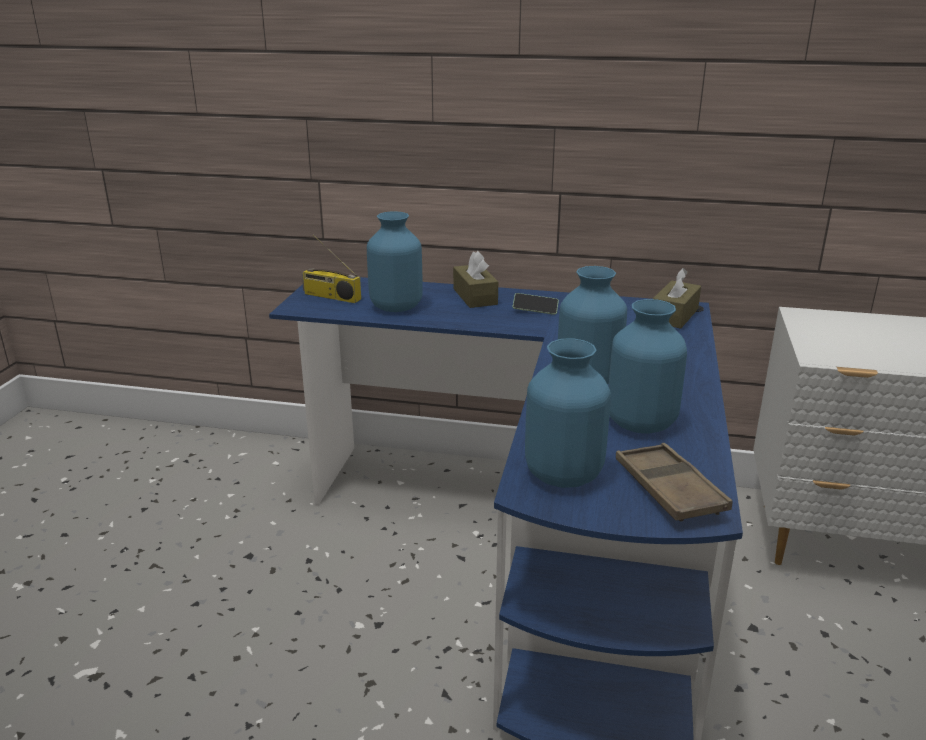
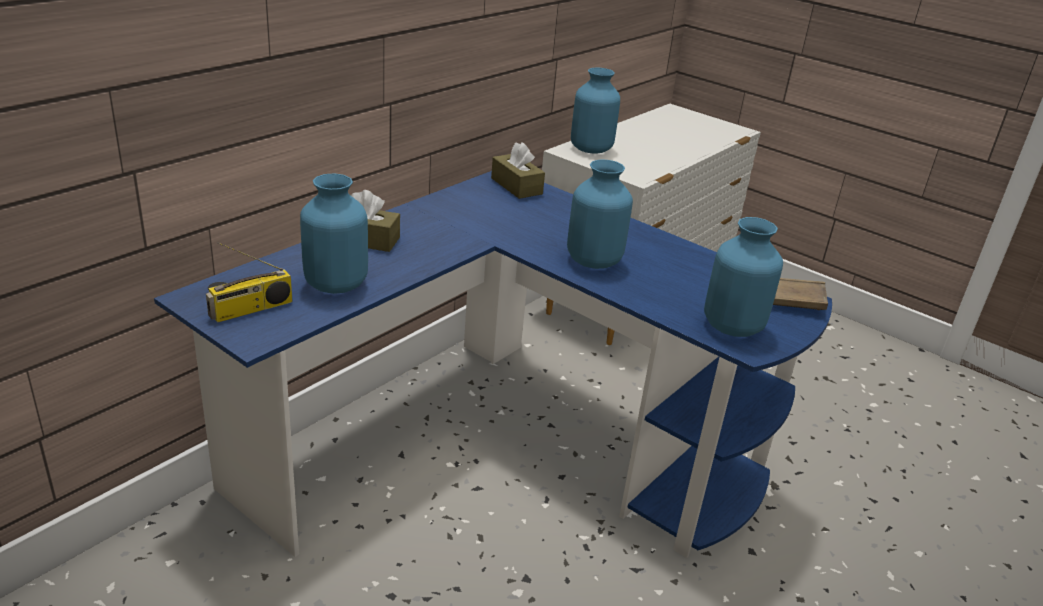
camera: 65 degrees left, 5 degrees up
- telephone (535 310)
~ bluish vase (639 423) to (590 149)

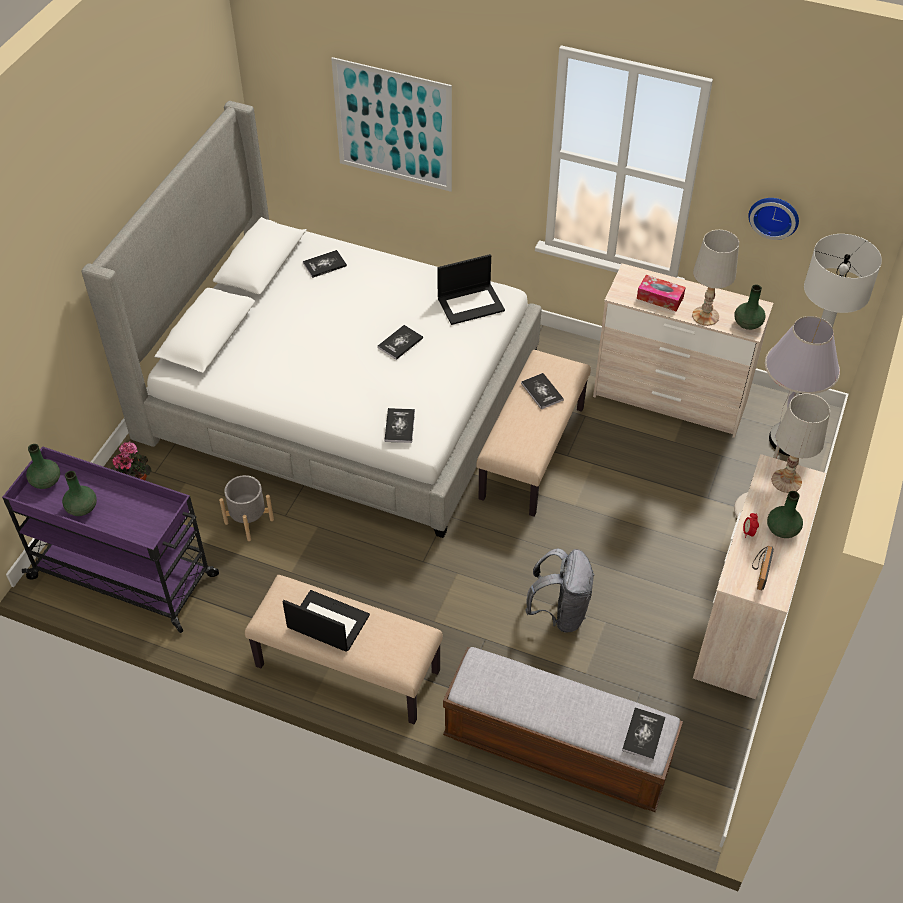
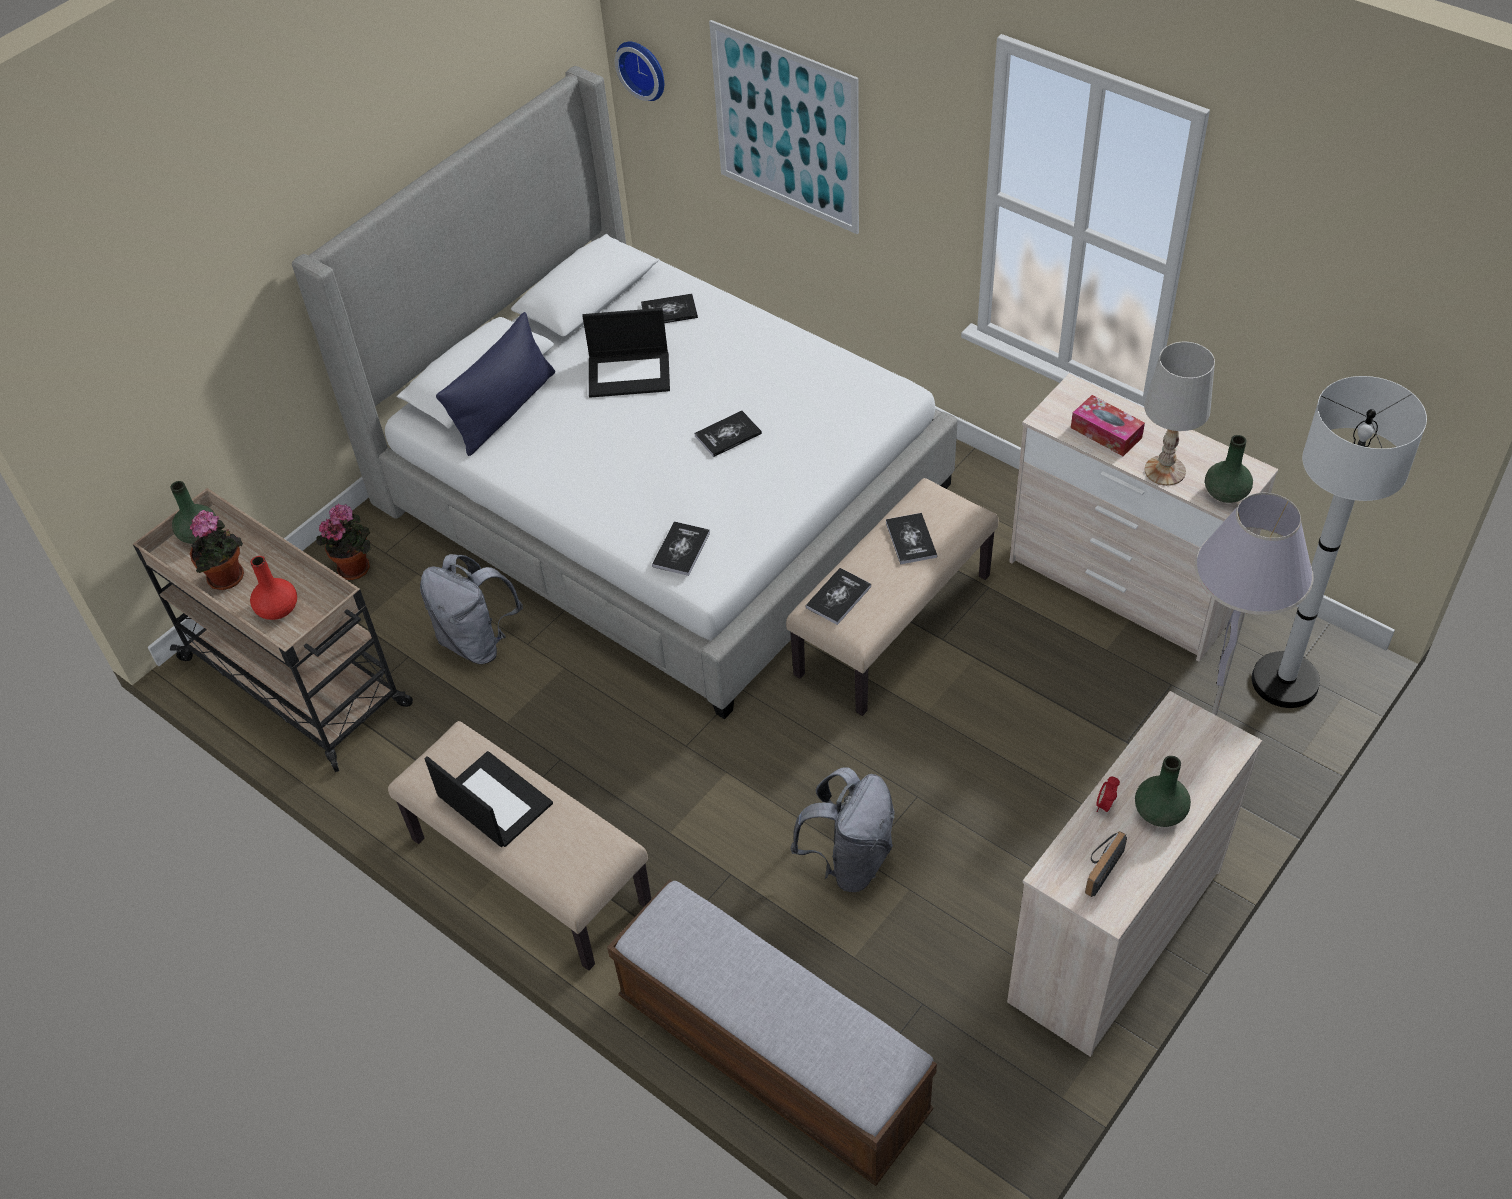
camera: 20 degrees right, 0 degrees up
~ clock on the wall (774 215) to (643 68)
~ notebook computer (471 304) to (630 373)
- white-coloured tabletop lamp (786 481)
~ purple-coloured cart (126 577) to beige-coloured cart (297 683)
~ greenish vase (82 508) to plant in a pot (229 578)
~ gray planter (249 521) to gray knapsack (478 641)
~ volume (643 734) to (838 597)
+ bluish cushion (505 410)
+ reddish vase (278 609)

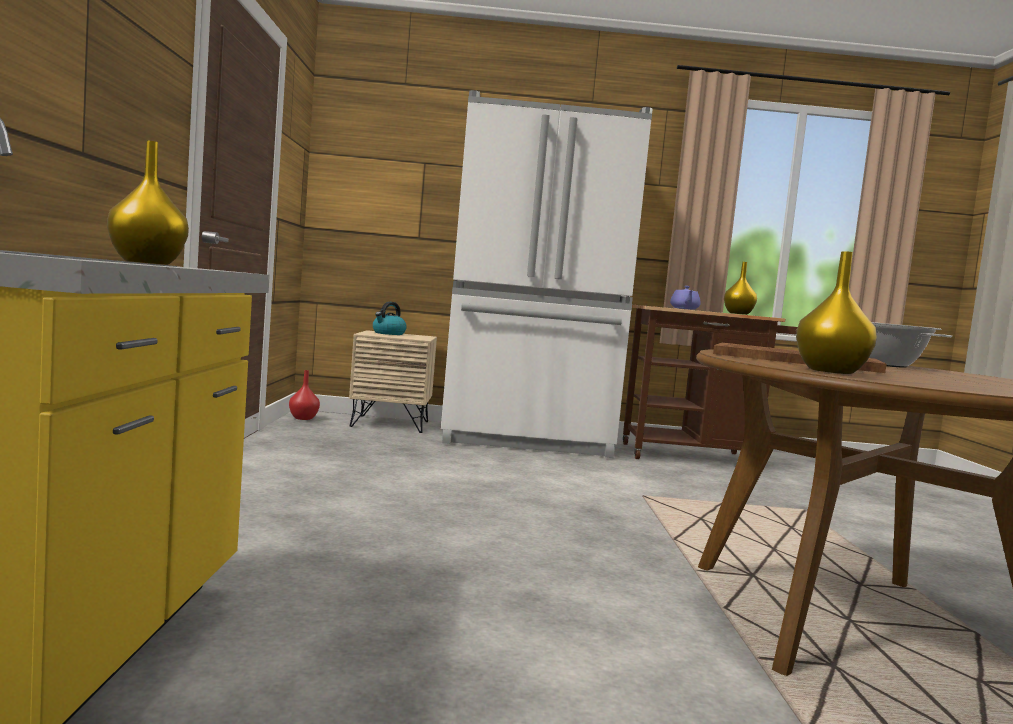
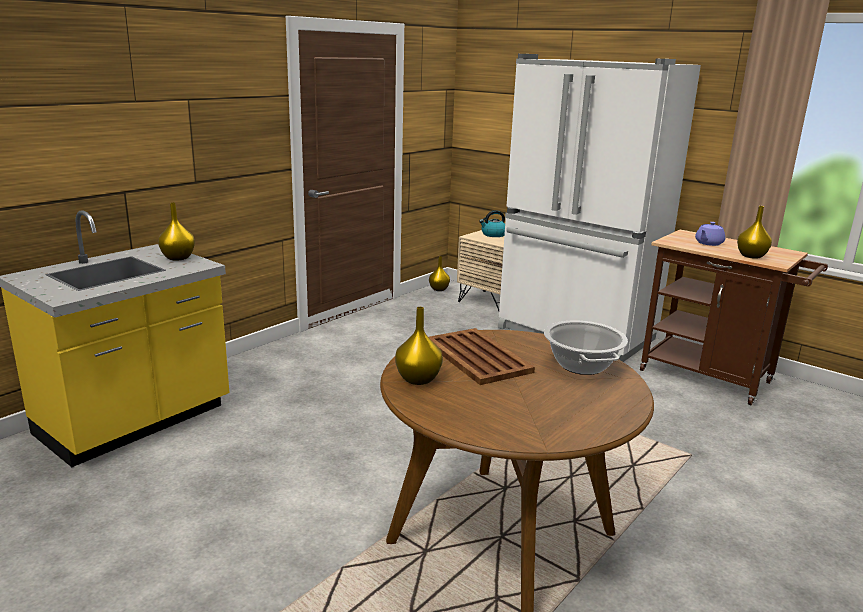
camera: 40 degrees right, 15 degrees up
~ reddish vase (303 418) to yellowish vase (439 289)

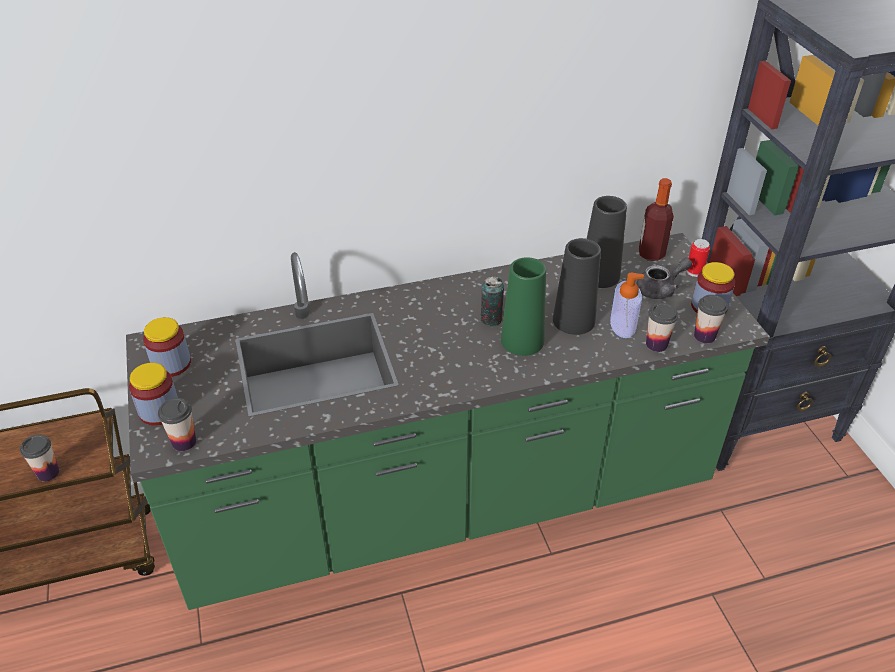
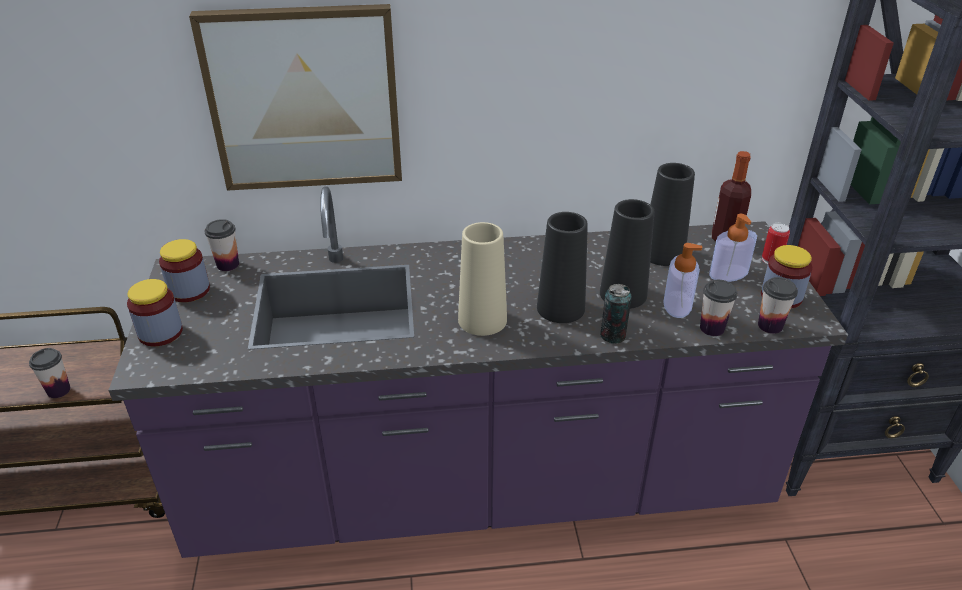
camera: 10 degrees right, 5 degrees down
~ greenish kitchen counter (447 504) to purple-coloured kitchen counter (481 490)
~ greenish vase (522 340) to blackish vase (560 308)
~ gray pot for tea (660 289) to soap dispenser (728 273)
~ metal can (491 319) to (613 336)
~ cup (184 442) to (228 264)
+ picture (304 99)
+ beige-coloured vase (482 320)

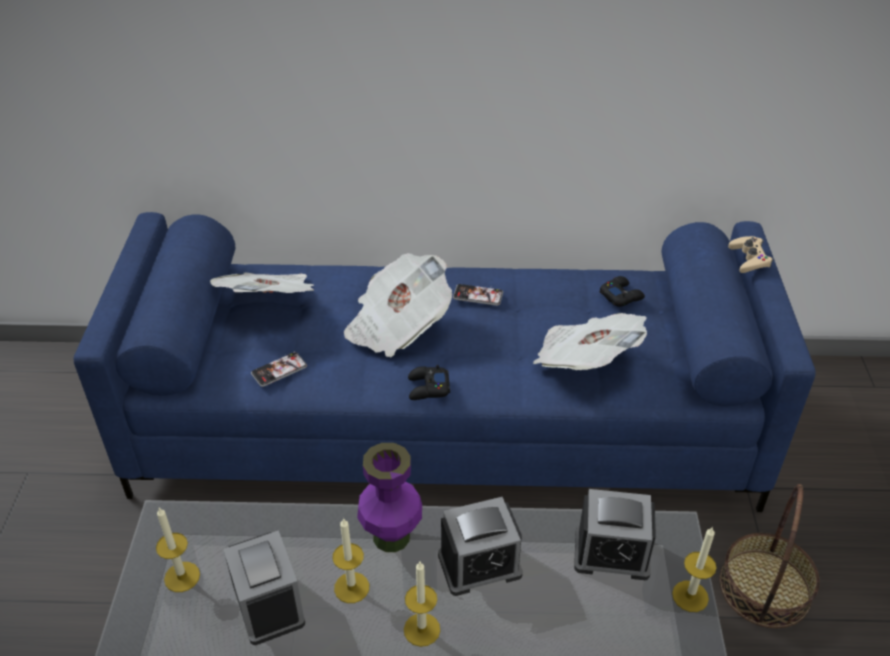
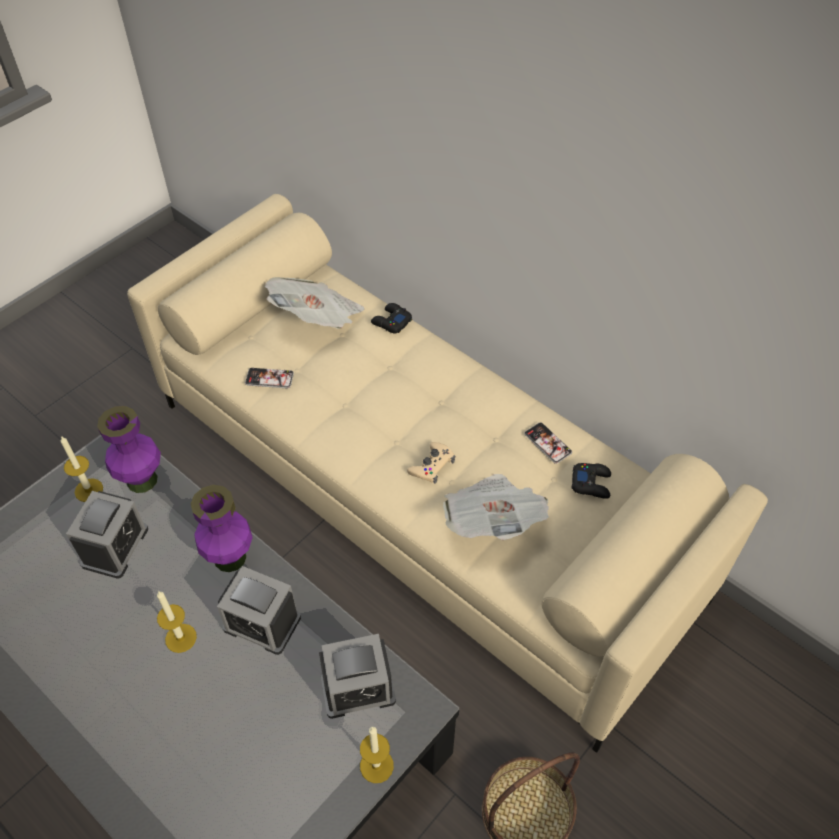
camera: 40 degrees right, 10 degrees up
~ bluish sofa (447 425) to beige-coloured sofa (422 496)
~ beige-coloured gamepad (749 259) to (432 466)
- newspaper (397 326)
~ telephone (478 295) to (547 443)
~ blackish gamepad (428 388) to (391 322)
~ bedside clock (611 554) = (358 688) 60 degrees counterclockwise
- candle (351 587)
+ purple-coloured vase (142 479)

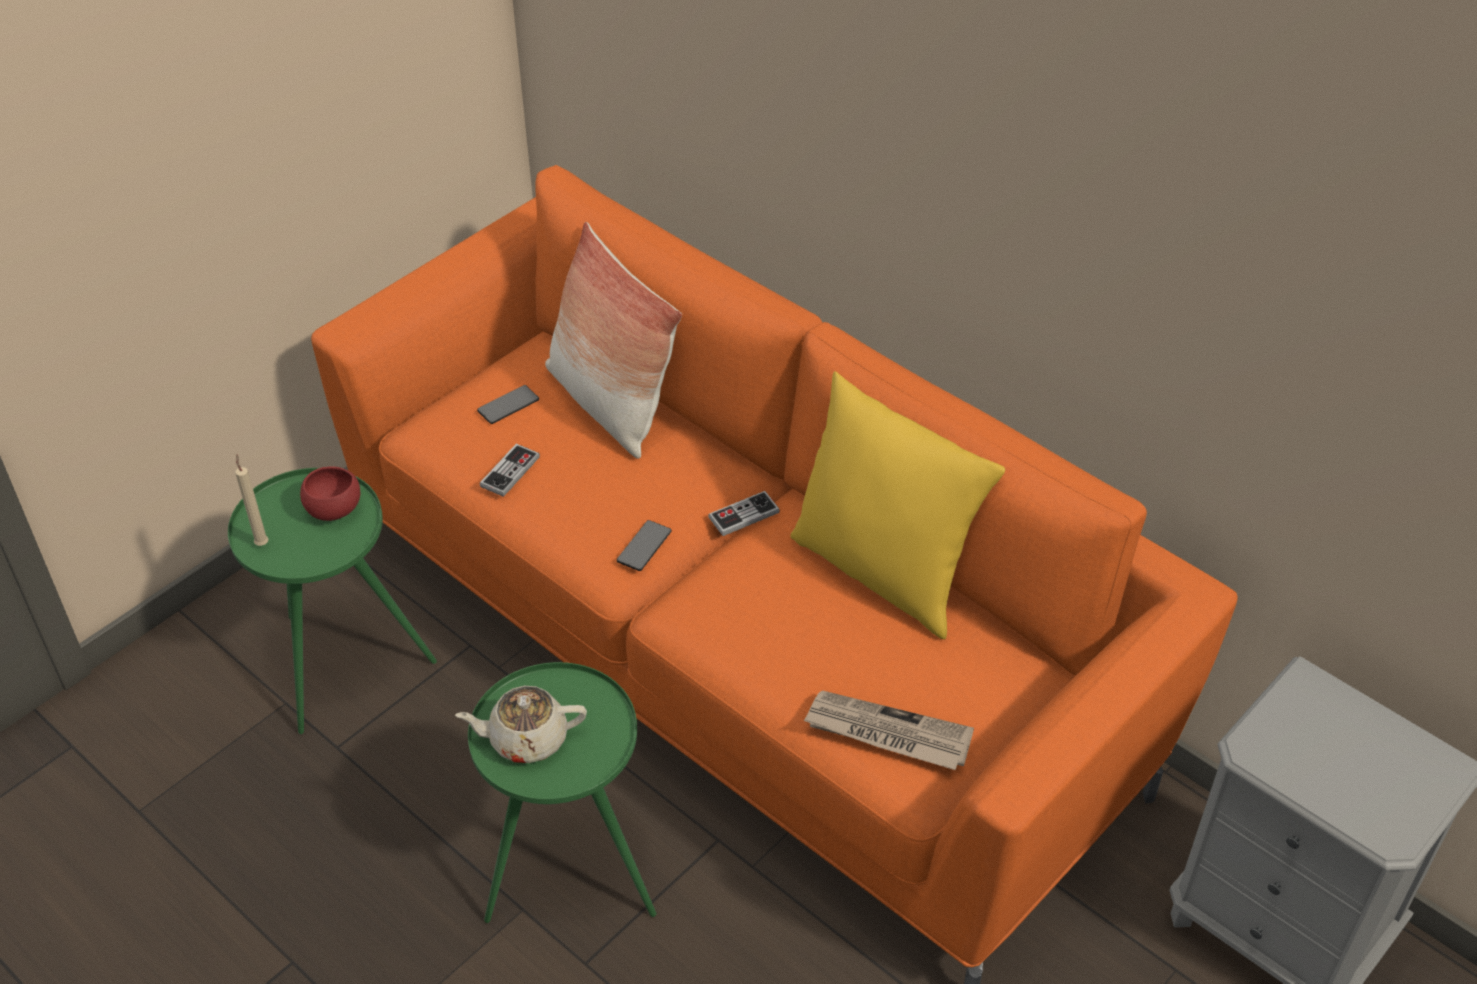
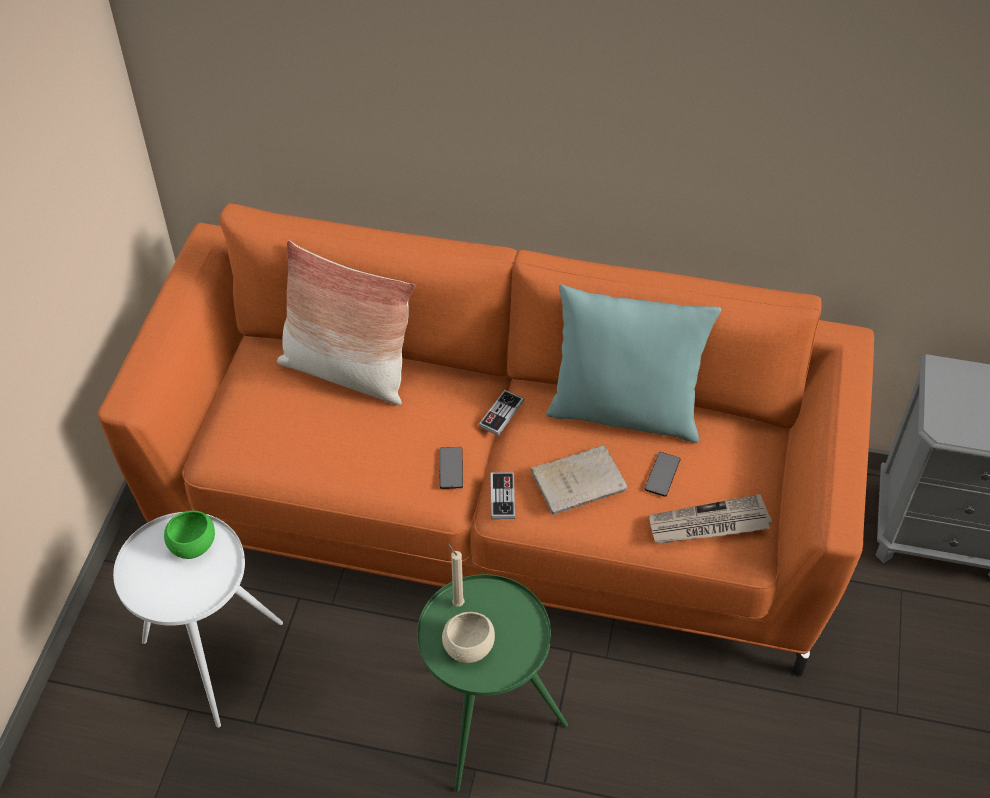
camera: 30 degrees left, 5 degrees up
~ yellowish cushion (883 571) to turquoise cushion (624 412)
~ telephone (508 405) to (662 475)
~ gamepad (510 472) to (502 496)
~ beige-coloured candle (262 542) to (456 602)
~ reddish bowl (334 510) to greenish bowl (193 546)
~ greenish end table (341 662) to white-coloured end table (210 658)
~ beige-coloured pot for tea (526 738) to beige-coloured bowl (469 648)
+ beige-coloured volume (581 481)

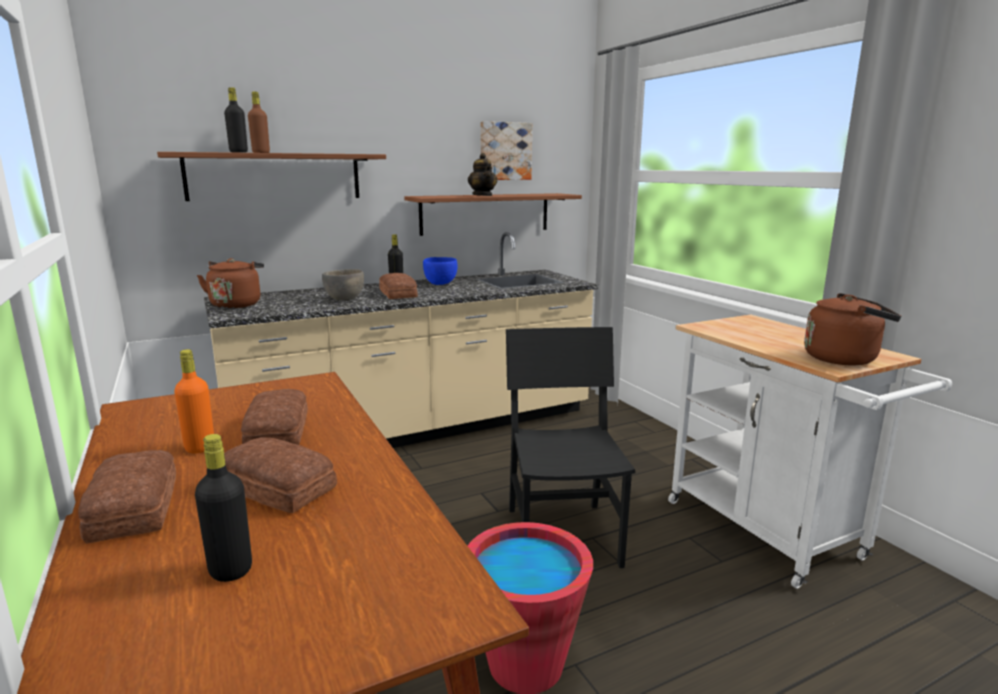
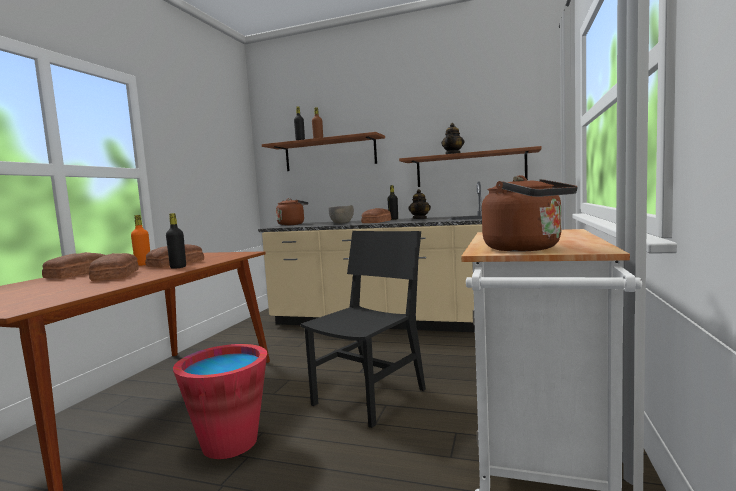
camera: 45 degrees right, 10 degrees down
- picture (505 151)
~ bluish bowl (440 283) to pot for tea (420 218)
~ blackish beverage bottle (230 570) to (178 267)

